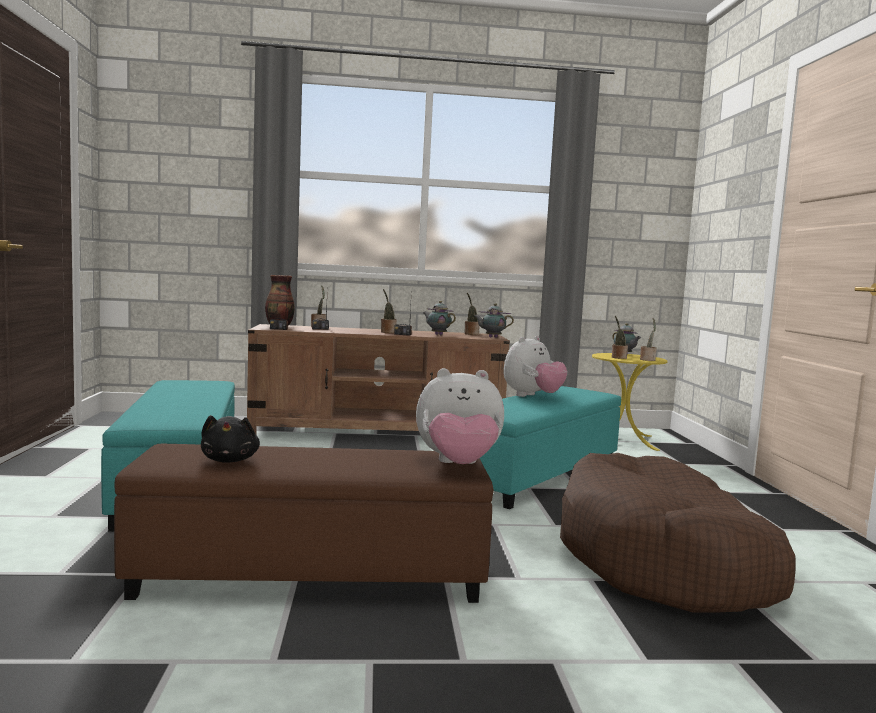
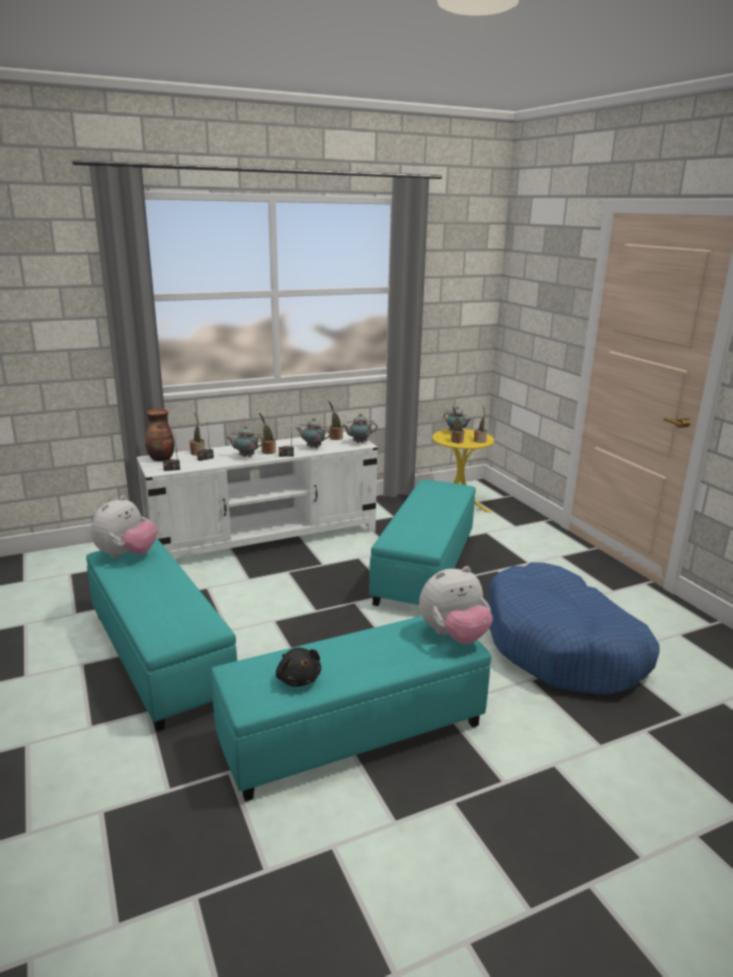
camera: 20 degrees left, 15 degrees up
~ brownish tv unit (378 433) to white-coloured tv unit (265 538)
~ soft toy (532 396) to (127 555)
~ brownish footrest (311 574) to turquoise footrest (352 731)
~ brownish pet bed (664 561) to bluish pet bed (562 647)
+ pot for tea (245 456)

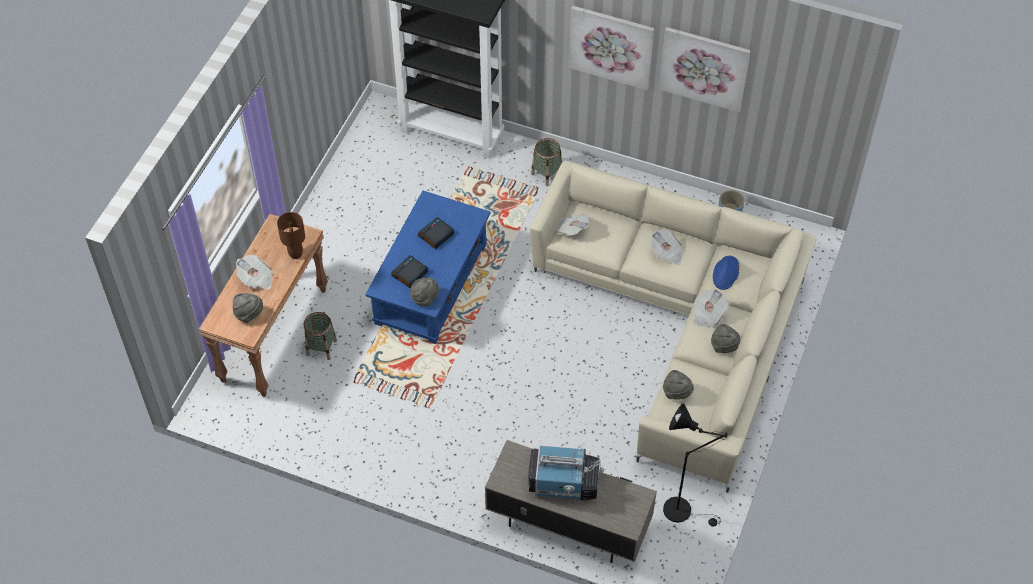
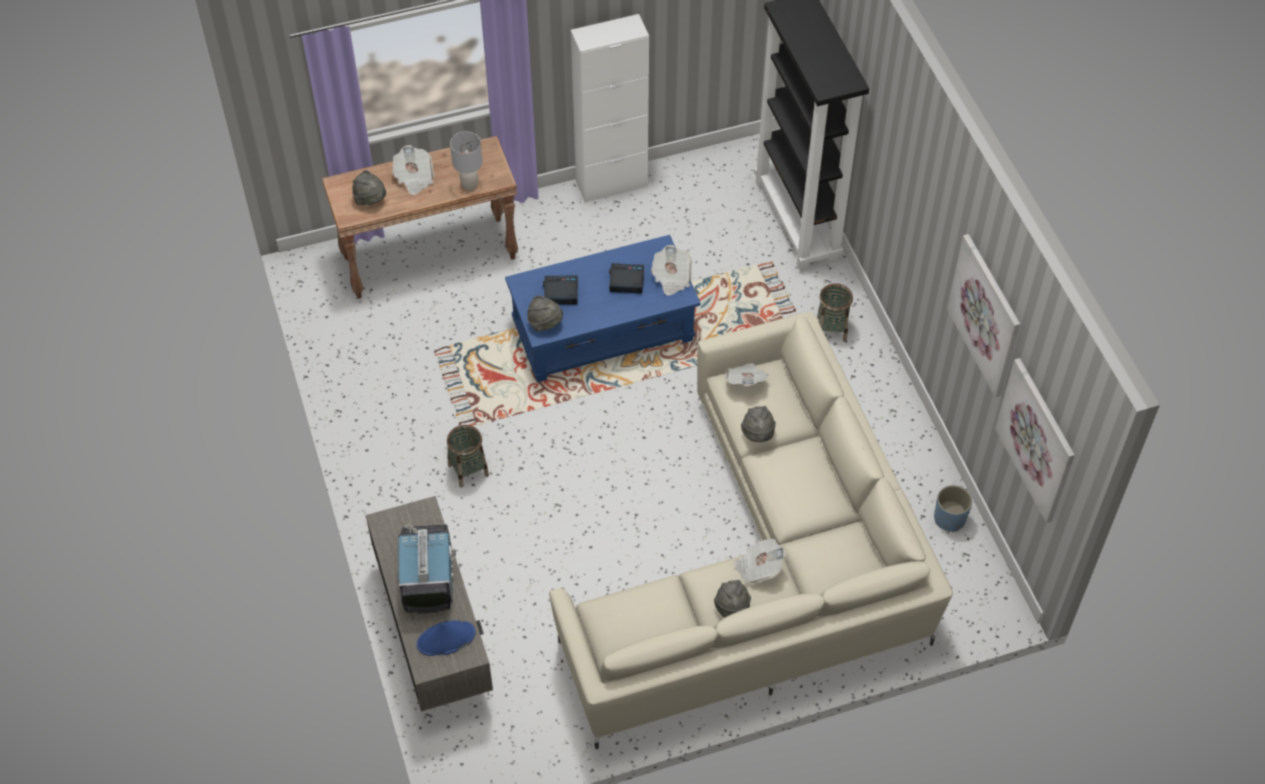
camera: 50 degrees right, 0 degrees up
~ picture (611 46) to (1036 440)
~ brownish tabletop lamp (296 254) to gray tabletop lamp (469 185)
~ newspaper (667 253) to (671 278)
~ bluish hat (726 273) to (446 639)
~ basket (321 347) to (468 470)
~ gray hat (677 392) to (758 435)
- blackish standing lamp (683 510)
~ TV (564 483) = (428 576) 150 degrees counterclockwise
+ white-coloured cabinet (611 184)

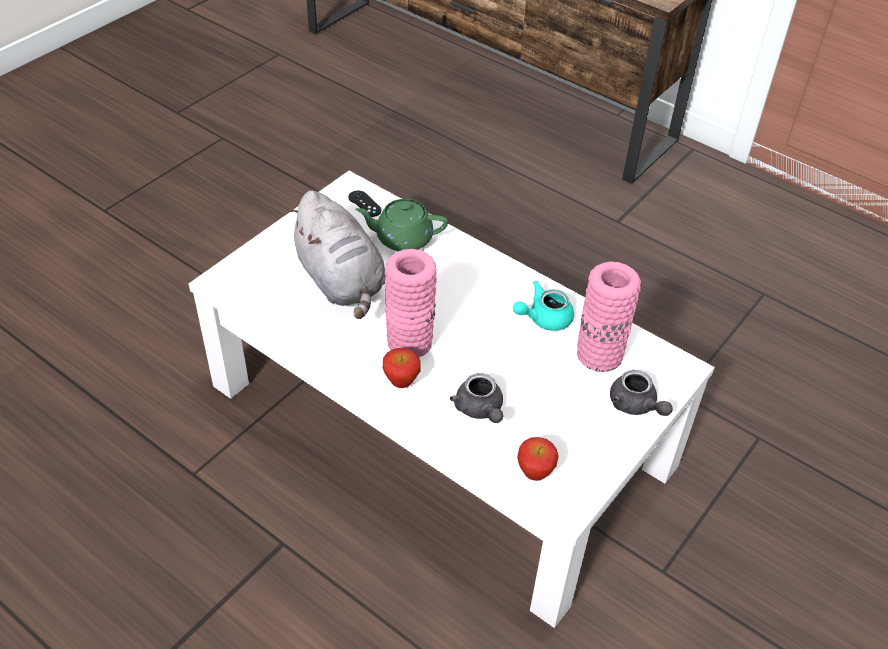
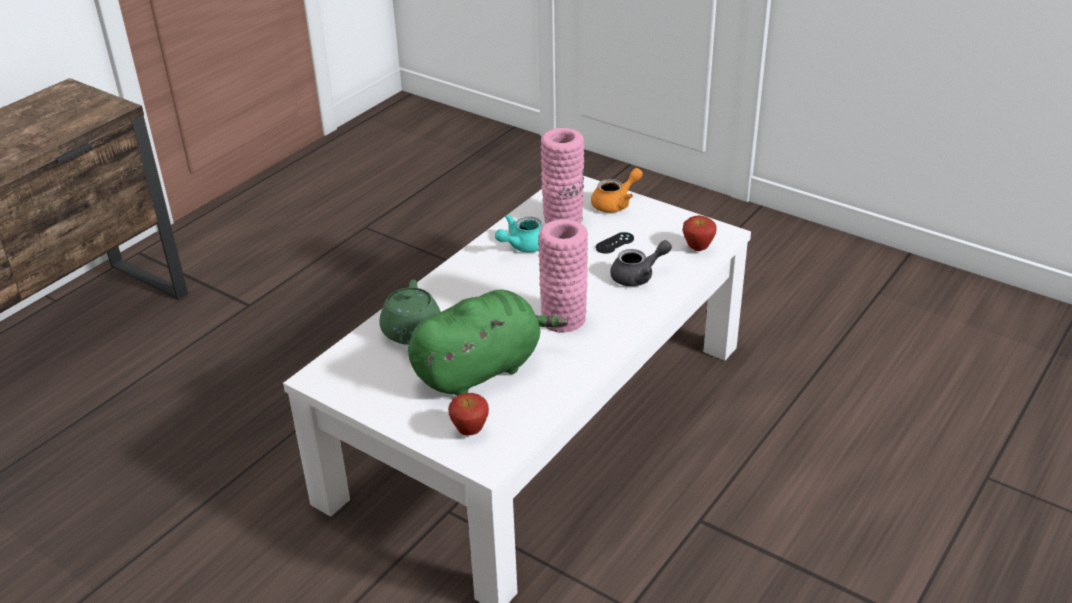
camera: 90 degrees left, 10 degrees down
~ gray soft toy (341 281) to greenish soft toy (482 369)
~ blackish gamepad (364 204) to (614 243)
~ turquoise pot for tea (543 318) = (522 246) 75 degrees clockwise
~ apple (401 382) to (470 431)
~ gray pot for tea (636 406) to orange-coloured pot for tea (616 203)

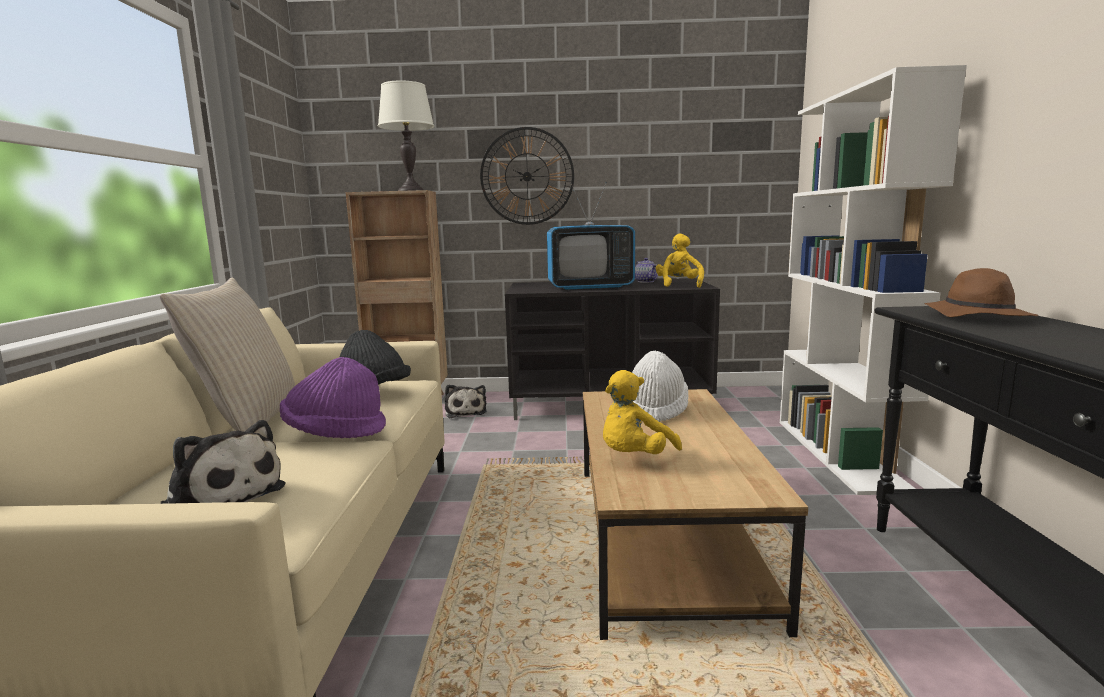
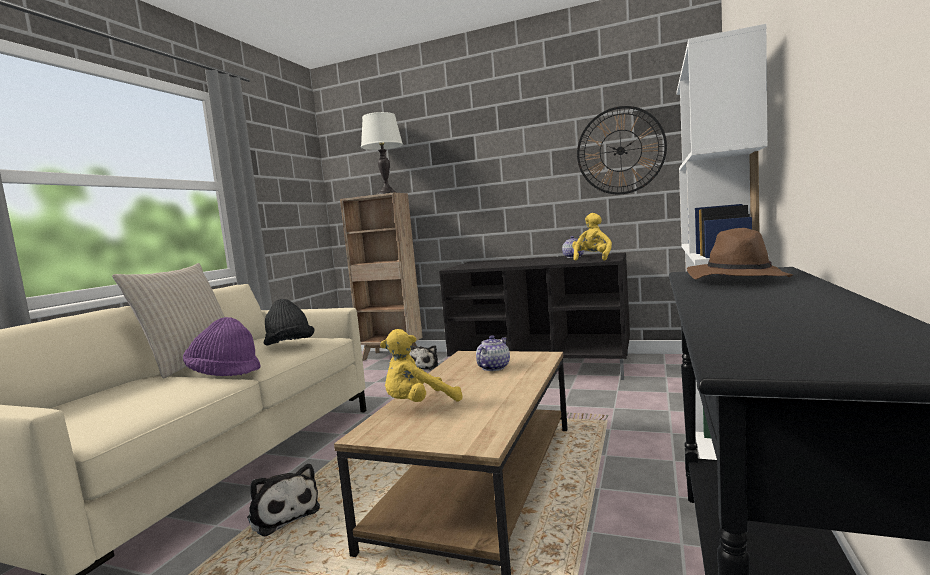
camera: 20 degrees right, 5 degrees down
~ clock on the wall (527 176) to (620 150)
- TV (590 288)
~ white-coloured hat (656 410) to pot for tea (493 367)
~ soft toy (221 497) to (283 513)

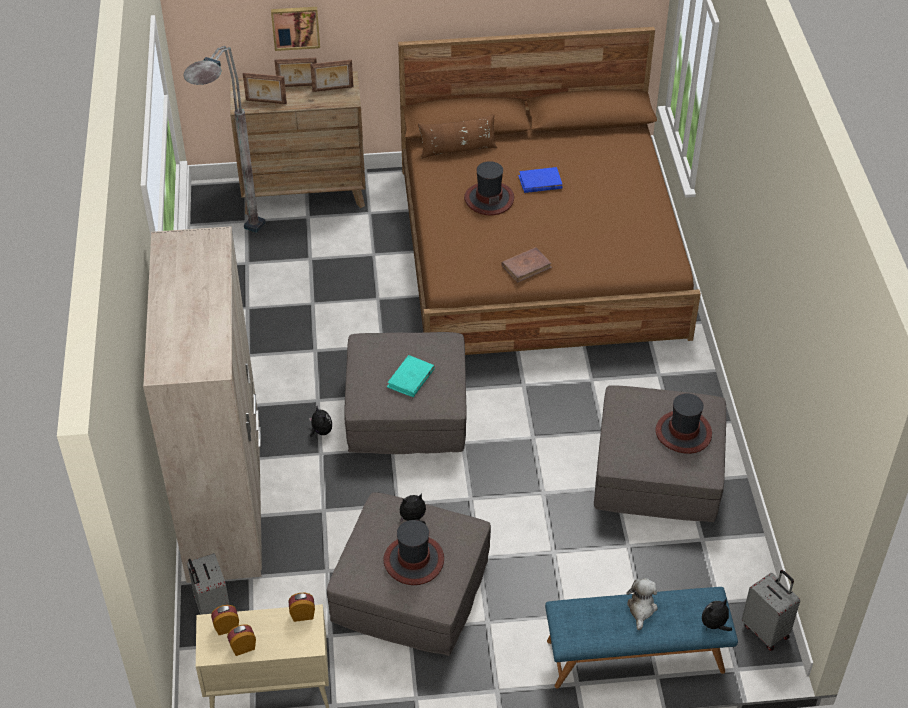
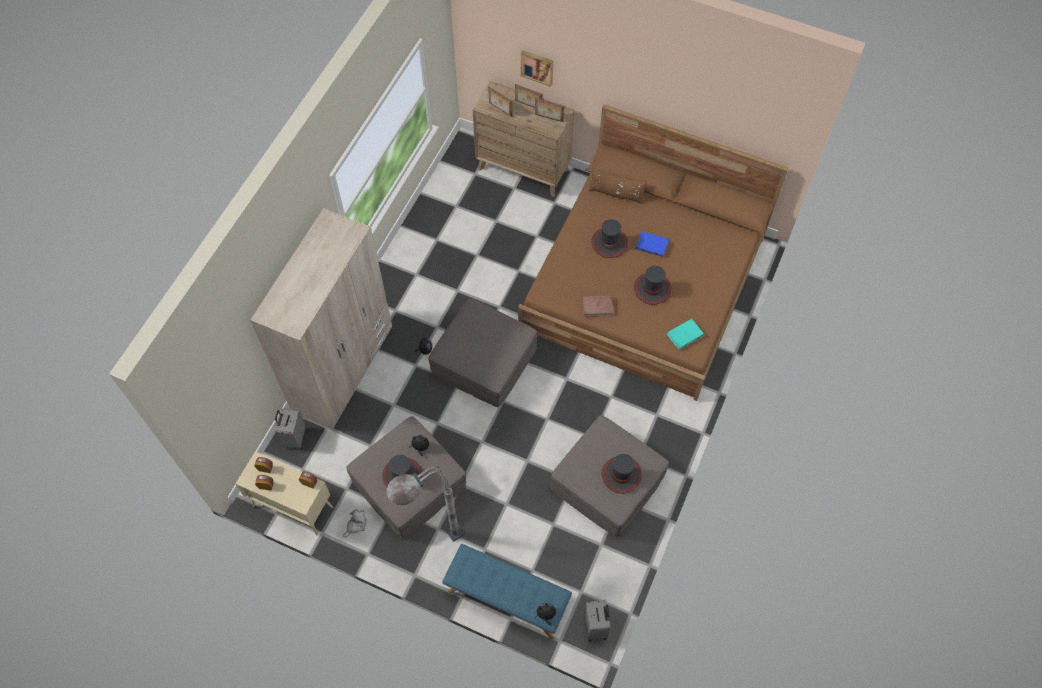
camera: 30 degrees right, 15 degrees up
~ gray standing lamp (236 246) to (431 548)
~ turquoise volume (410 378) to (685 335)
~ soft toy (641 608) to (356 525)
+ hat (652 289)

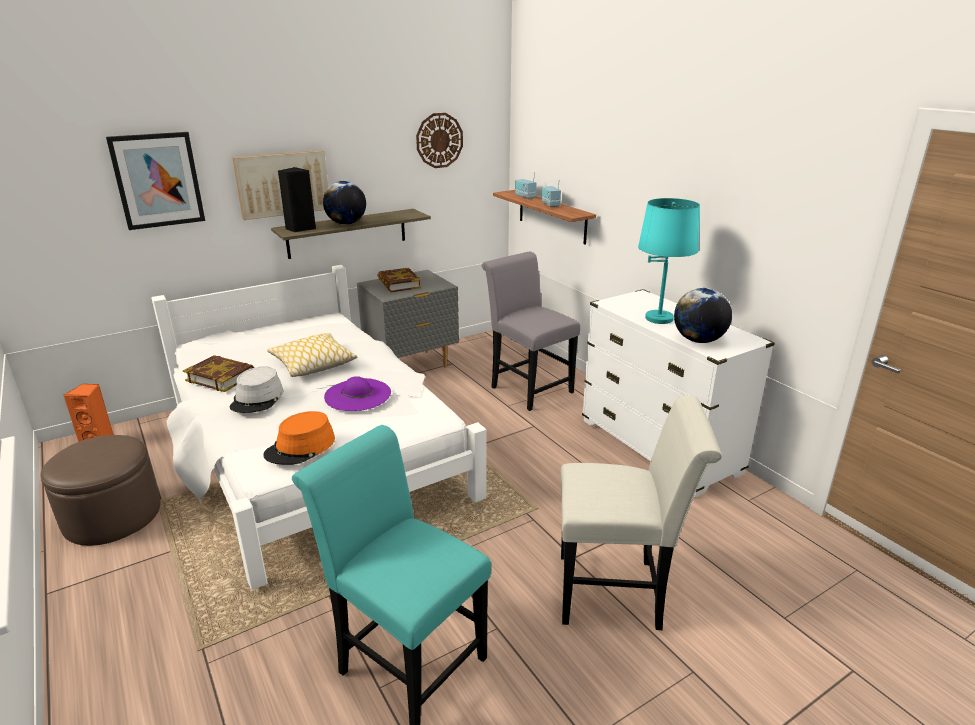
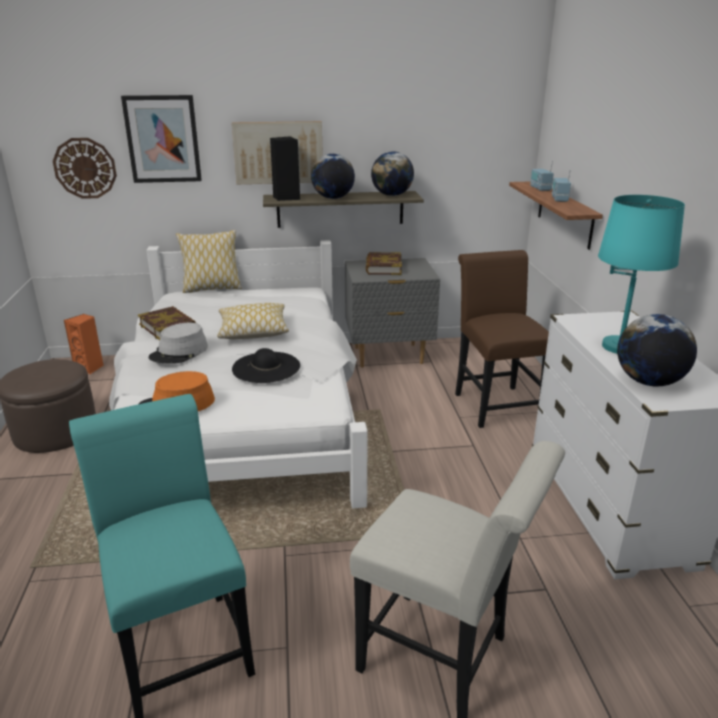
camera: 25 degrees right, 0 degrees up
~ clock on the wall (439 140) to (85 168)
~ gray upright chair (527 387) to brownish upright chair (494 403)
~ purple-coloured hat (358 394) to blackish hat (266 367)
+ globe (392 195)
+ cushion (212 289)

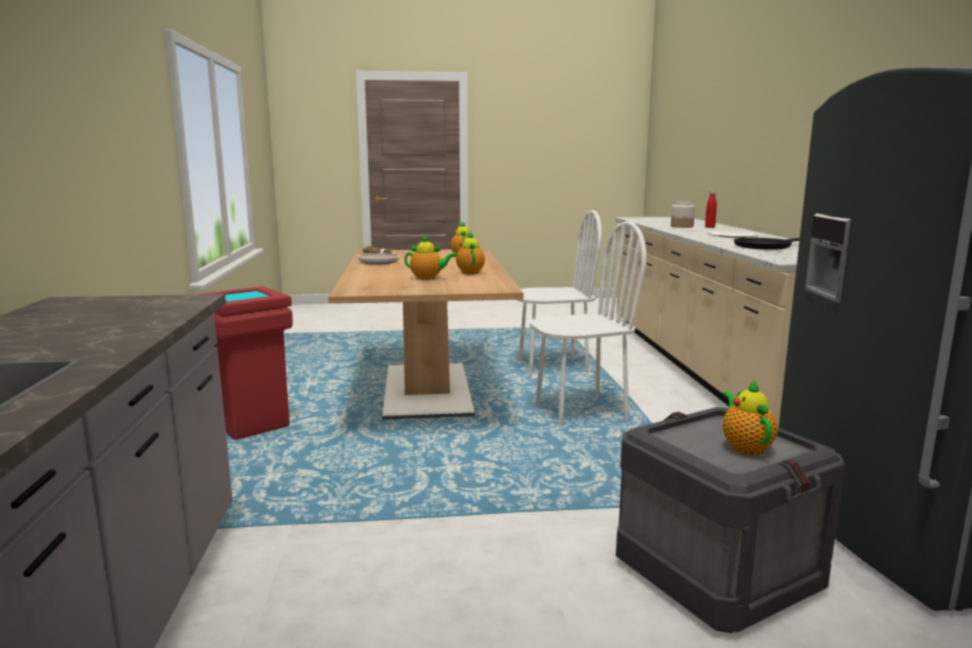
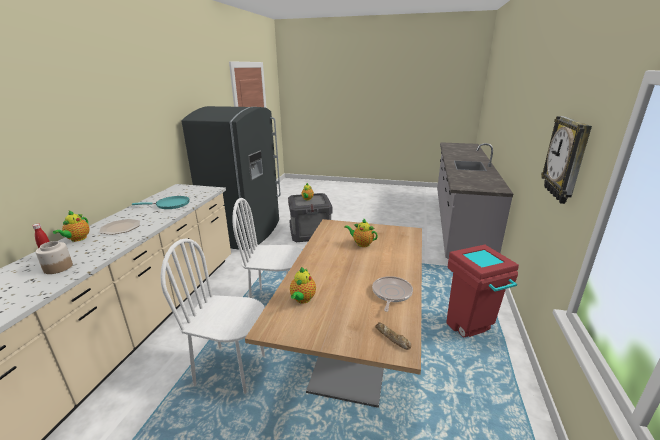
camera: 160 degrees left, 10 degrees up
~ pot for tea (470 272) to (77 239)
~ blackish skillet (764 247) to turquoise skillet (170 205)
+ clock on the wall (567 159)

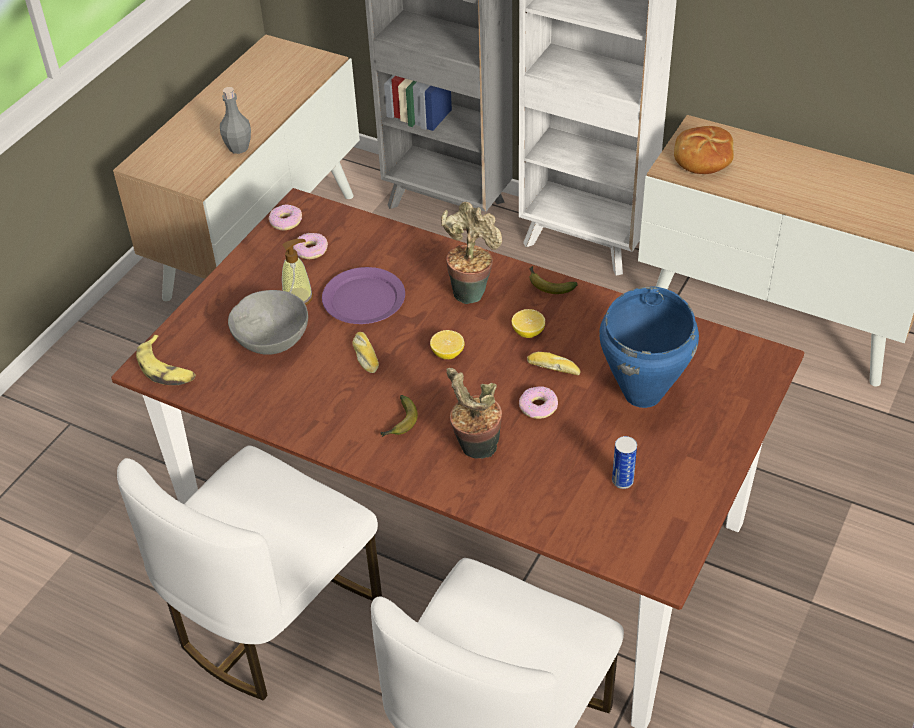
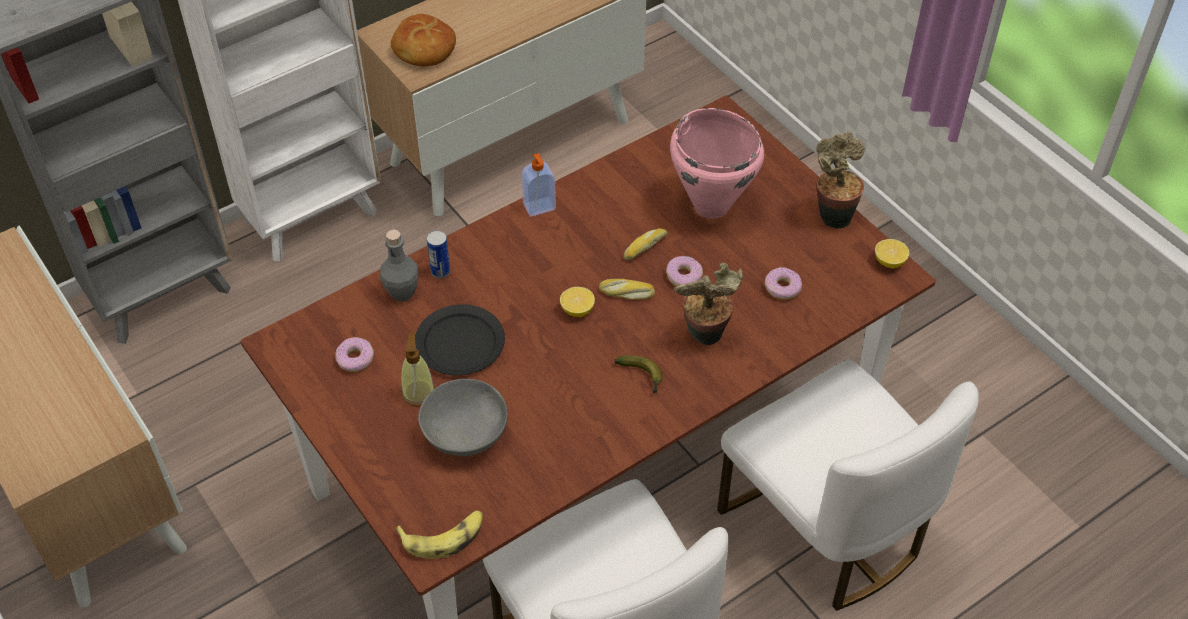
camera: 65 degrees left, 5 degrees up
~ gray beverage bottle (238 148) to (402 292)
~ plant in a pot (471 290) to (832 214)
~ ring doughnut (285 222) to (782 288)
~ banana (548 285) to soap dispenser (539 207)
~ purple-coloured dinner plate (363 299) to blackish dinner plate (459 343)
~ bluish stockpot (643 393) to pink-coloured stockpot (711 205)
~ lemon (528 332) to (889 262)
~ bakery bread (364 356) to (626 294)
~ metal can (622 481) to (440 271)

